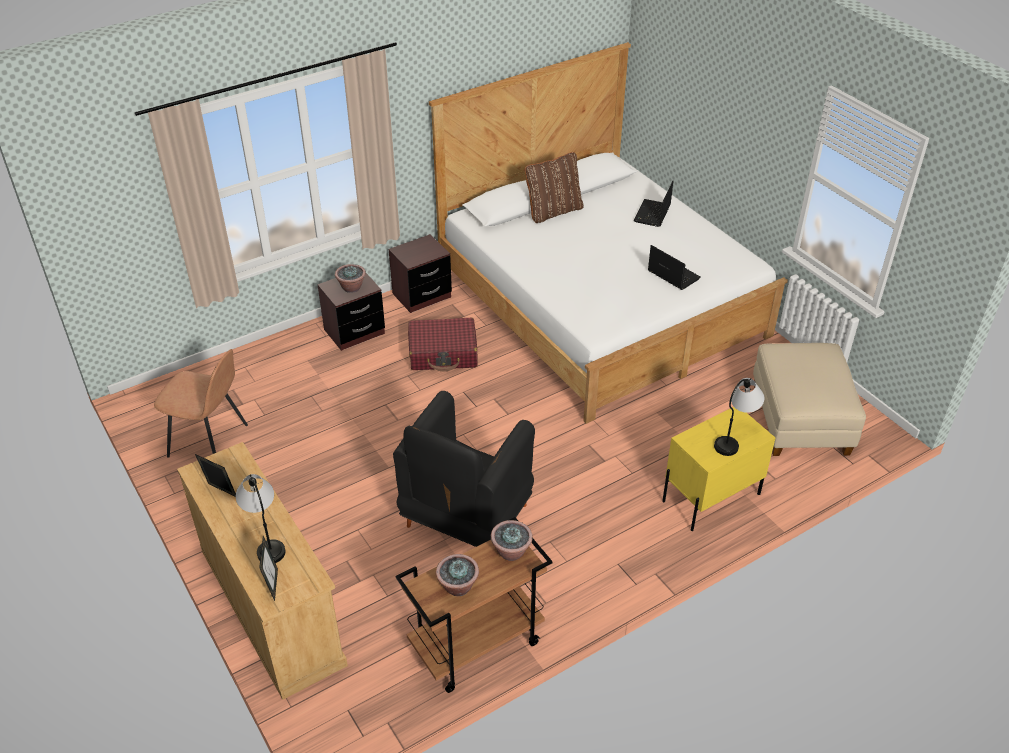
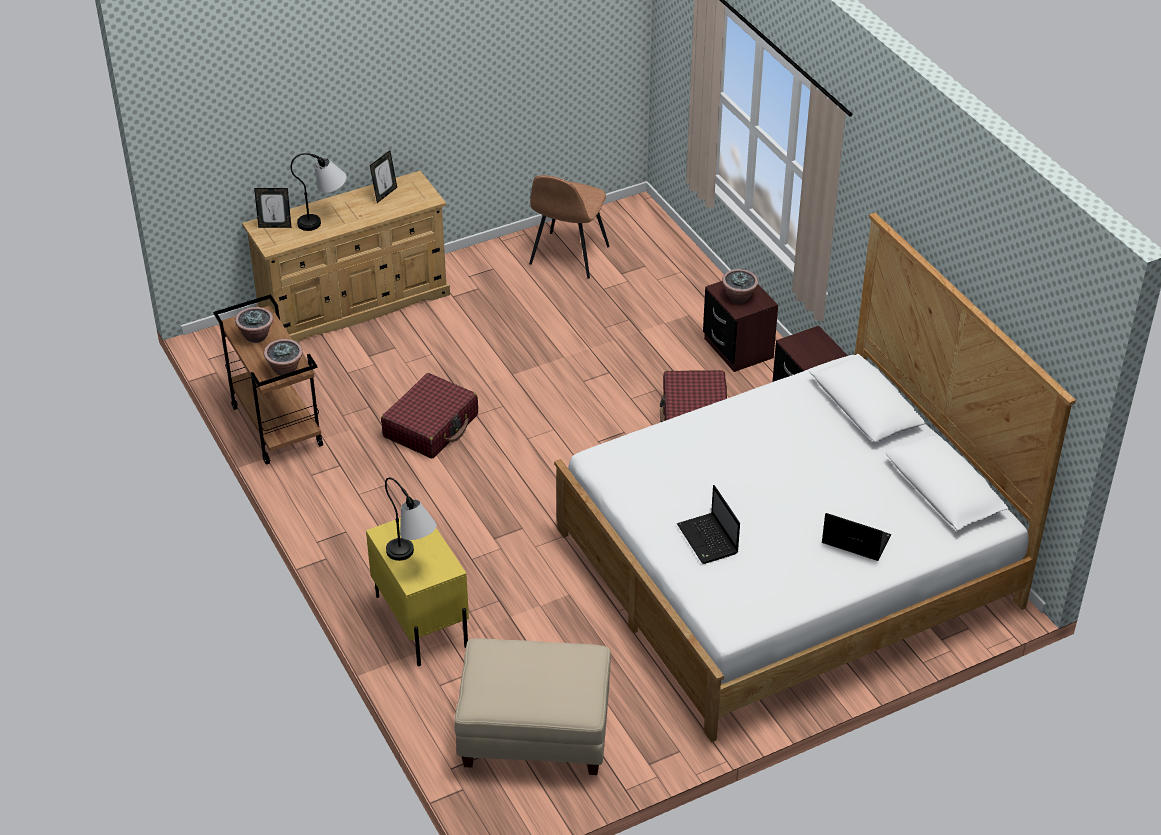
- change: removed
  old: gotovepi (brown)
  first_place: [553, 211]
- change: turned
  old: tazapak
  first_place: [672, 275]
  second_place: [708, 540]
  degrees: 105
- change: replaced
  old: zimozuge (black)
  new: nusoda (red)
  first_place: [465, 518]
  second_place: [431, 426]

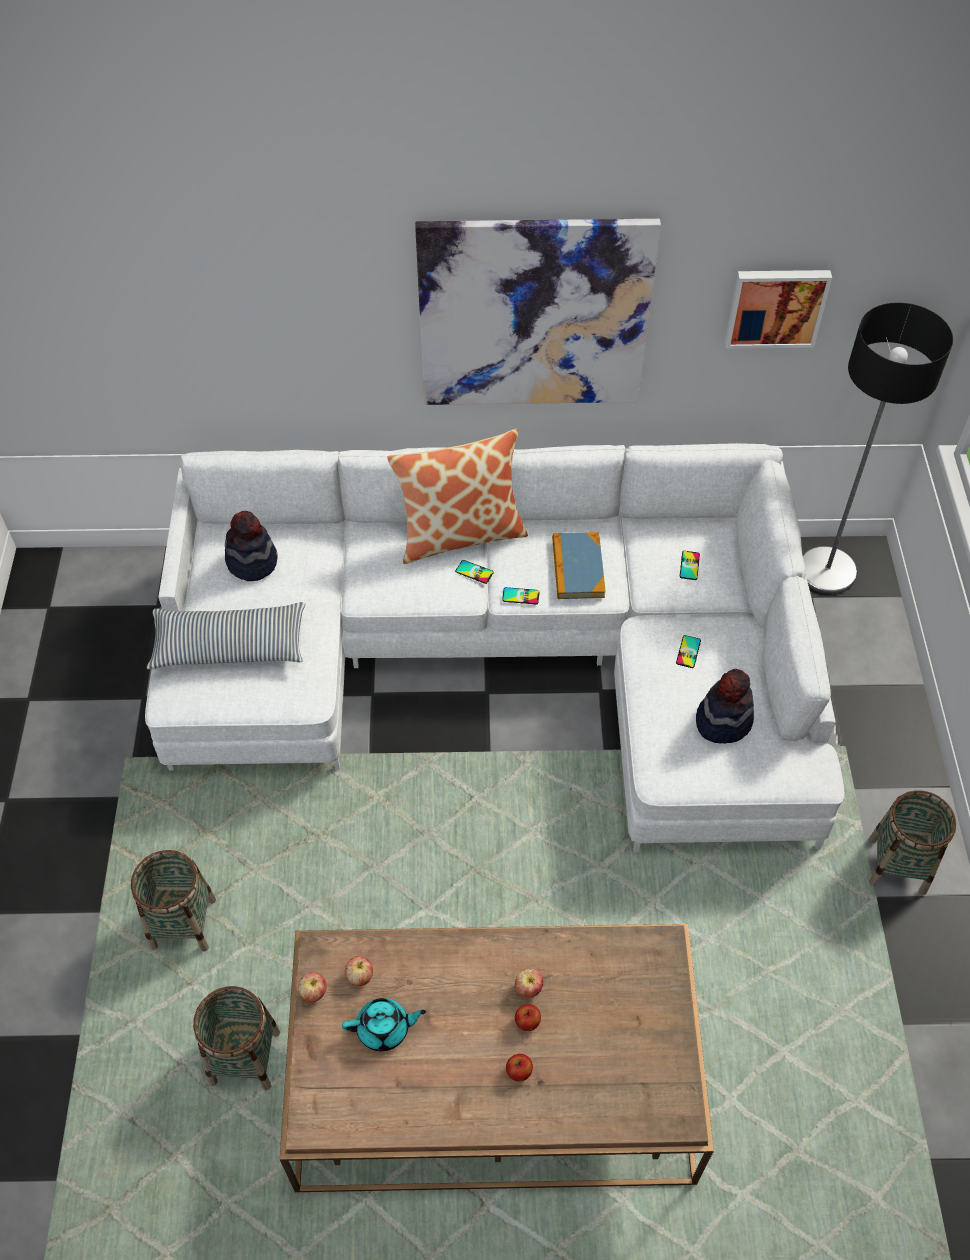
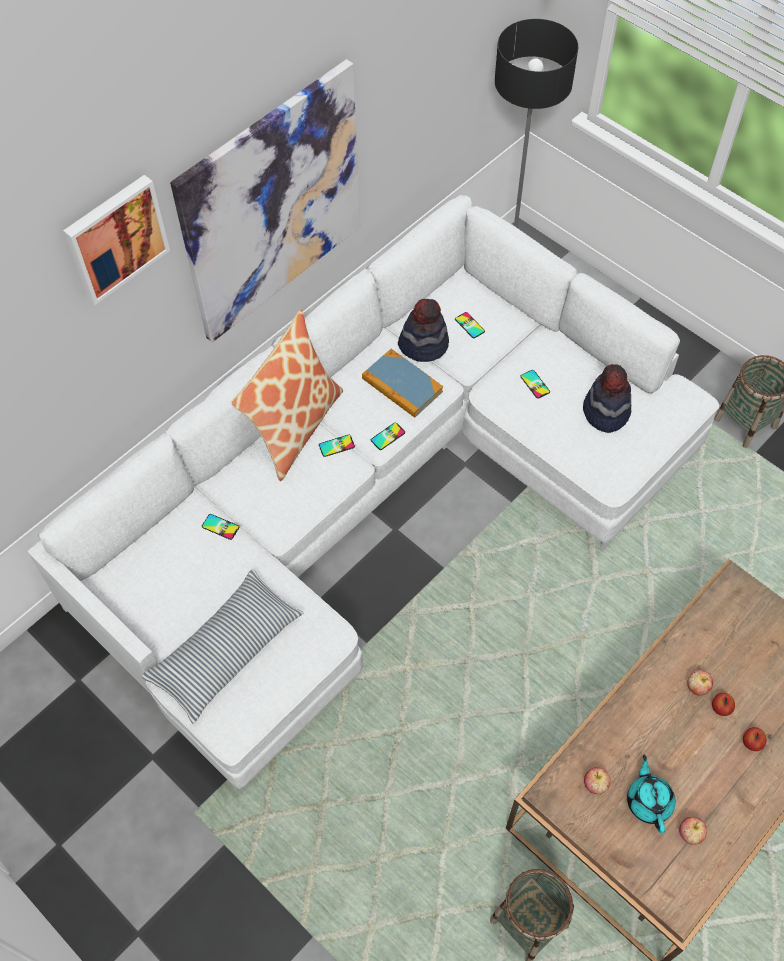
- change: moved
  old: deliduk
  first_place: [776, 306]
  second_place: [115, 237]
- change: moved
  old: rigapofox
  first_place: [252, 561]
  second_place: [423, 344]
- change: removed
  old: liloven
  first_place: [183, 923]
- change: moved
  old: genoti
  first_place: [313, 992]
  second_place: [690, 834]
- change: turned
  old: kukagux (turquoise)
  first_place: [384, 1029]
  second_place: [649, 801]
  degrees: -45
- change: added
  new: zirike
  second_place: [220, 527]

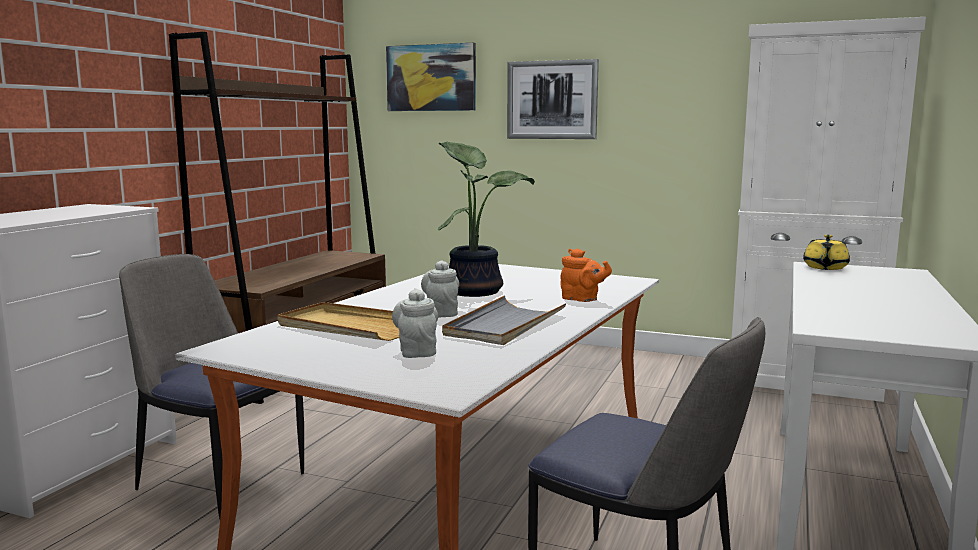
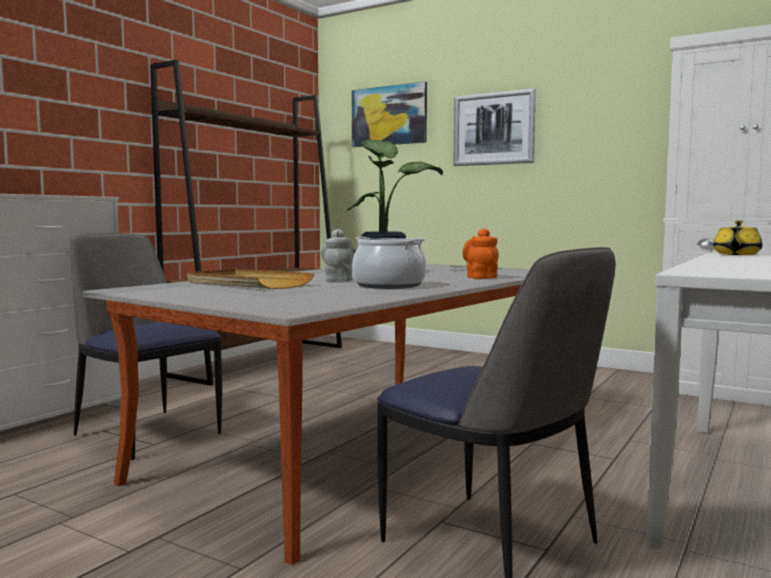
- change: turned
  old: kukagux (orange)
  first_place: [582, 299]
  second_place: [480, 277]
  degrees: -150
- change: removed
  old: kukagux (grey)
  first_place: [417, 351]
- change: replaced
  old: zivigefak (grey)
  new: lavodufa
  first_place: [504, 325]
  second_place: [389, 286]

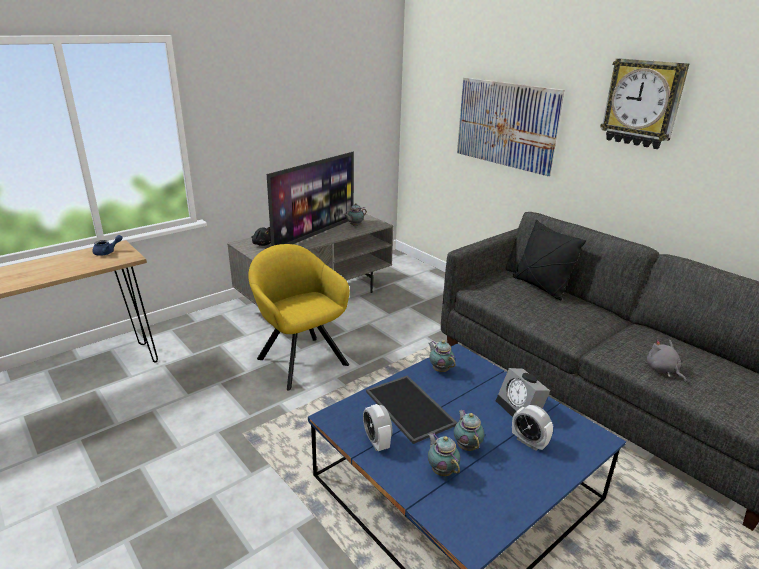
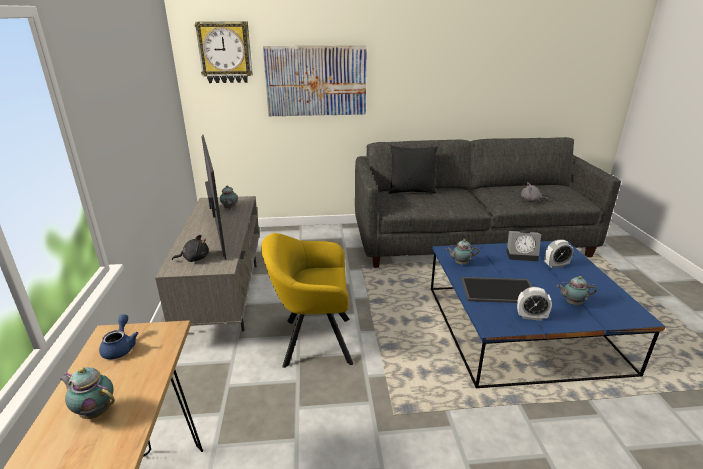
- change: moved
  old: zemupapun
  first_place: [642, 103]
  second_place: [225, 52]
- change: moved
  old: kukagux
  first_place: [466, 446]
  second_place: [95, 411]

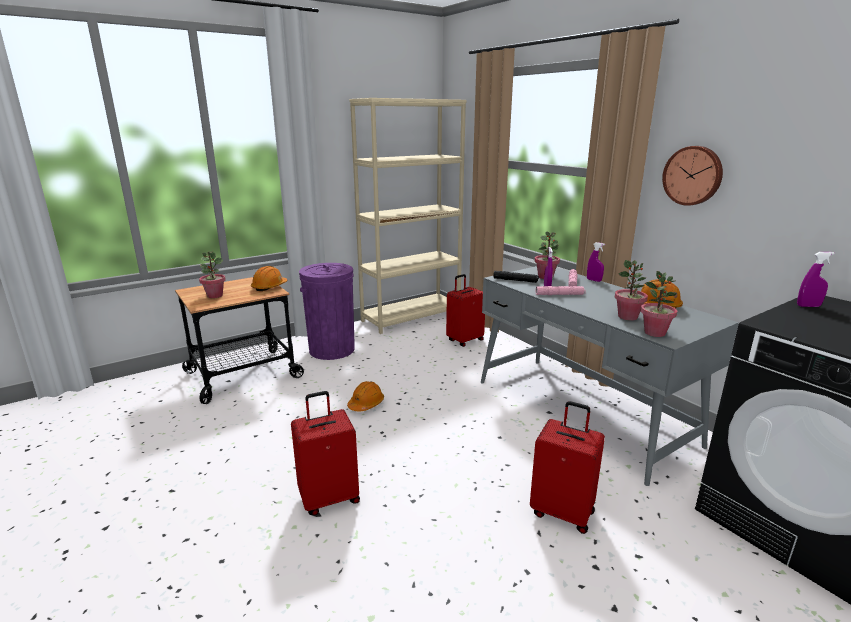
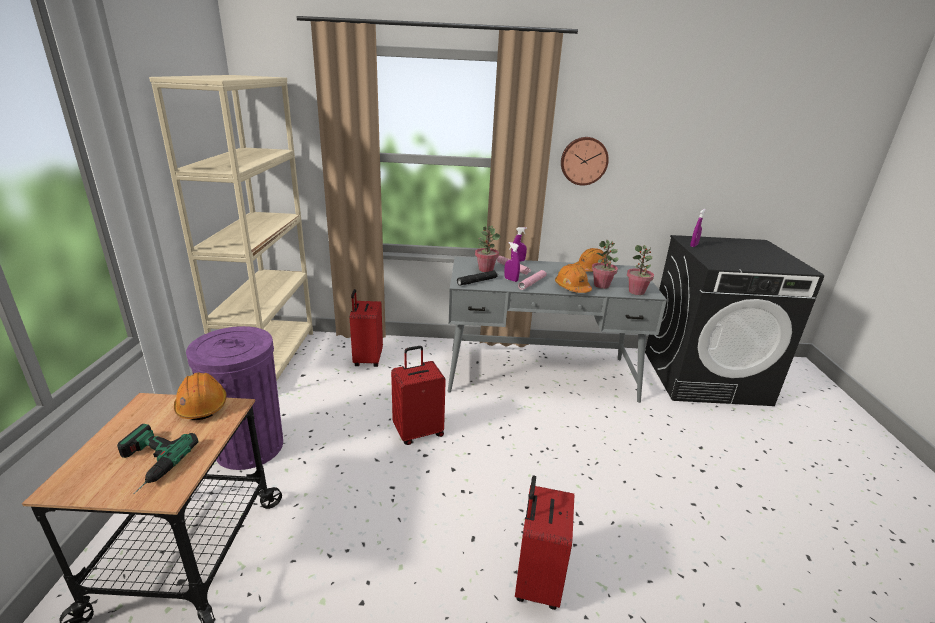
- change: replaced
  old: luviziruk
  new: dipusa
  first_place: [215, 295]
  second_place: [145, 465]
- change: moved
  old: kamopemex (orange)
  first_place: [366, 404]
  second_place: [572, 288]
- change: moved
  old: nusoda (red)
  first_place: [562, 512]
  second_place: [418, 432]

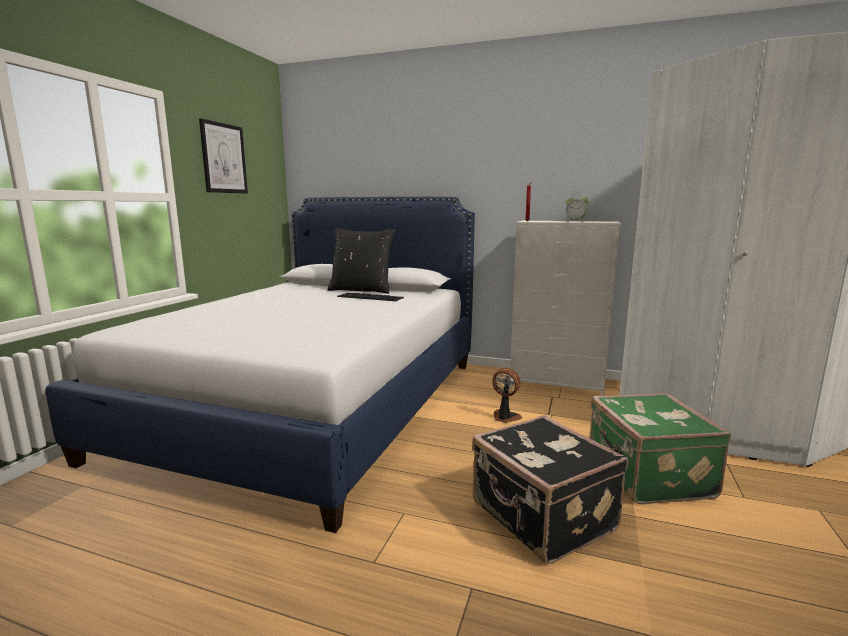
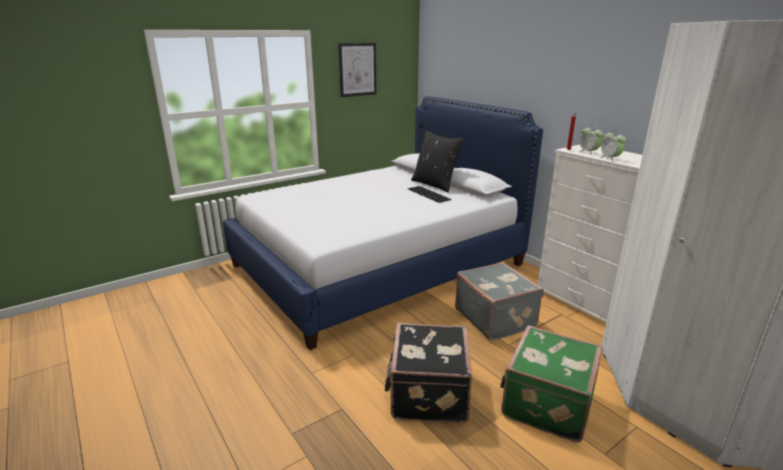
- change: replaced
  old: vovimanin
  new: nusoda (grey)
  first_place: [505, 417]
  second_place: [495, 318]
- change: added
  new: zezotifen
  second_place: [588, 152]

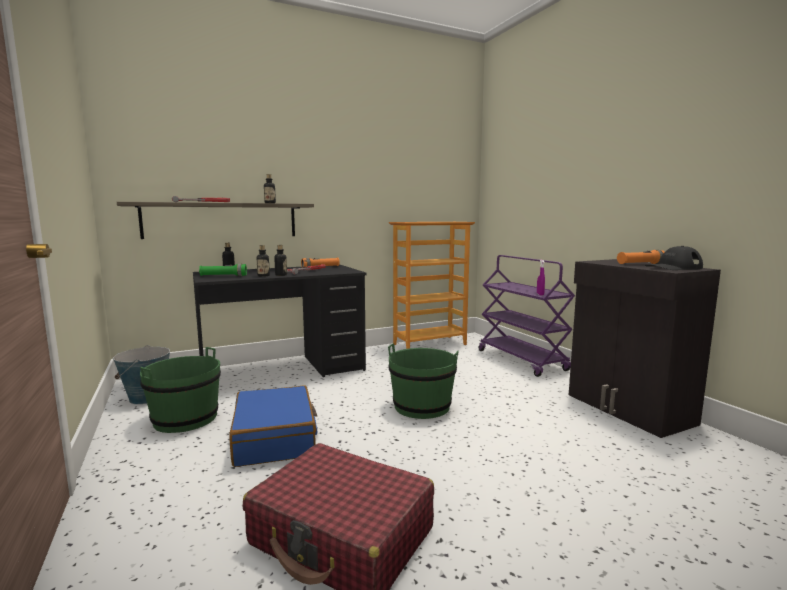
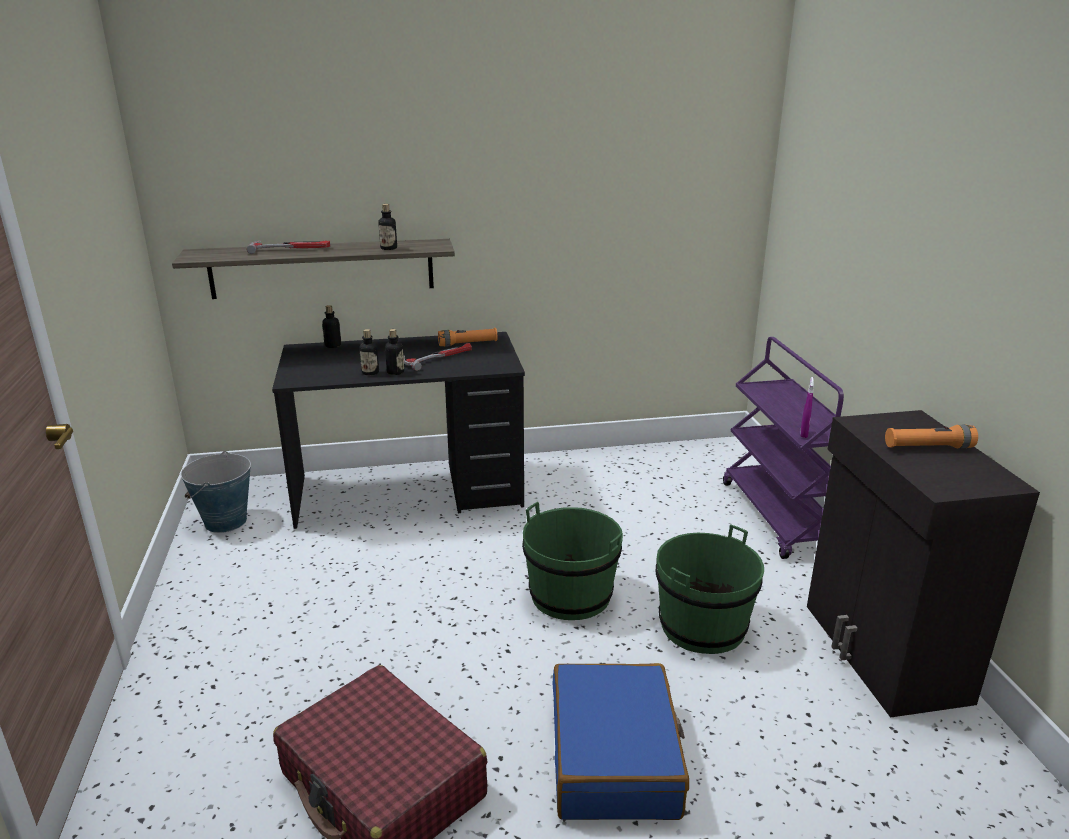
- change: removed
  old: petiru
  first_place: [429, 344]
- change: removed
  old: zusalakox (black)
  first_place: [673, 268]
- change: removed
  old: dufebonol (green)
  first_place: [223, 276]
- change: moved
  old: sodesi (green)
  first_place: [185, 419]
  second_place: [702, 626]
- change: moved
  old: nusoda (blue)
  first_place: [275, 438]
  second_place: [615, 758]

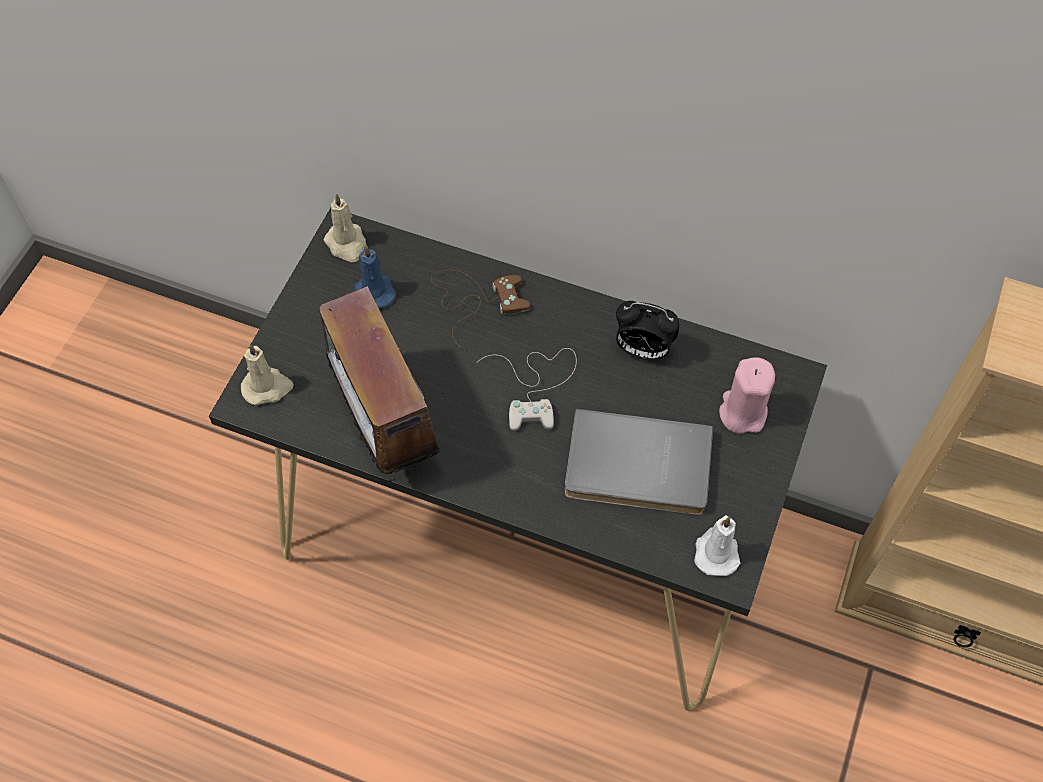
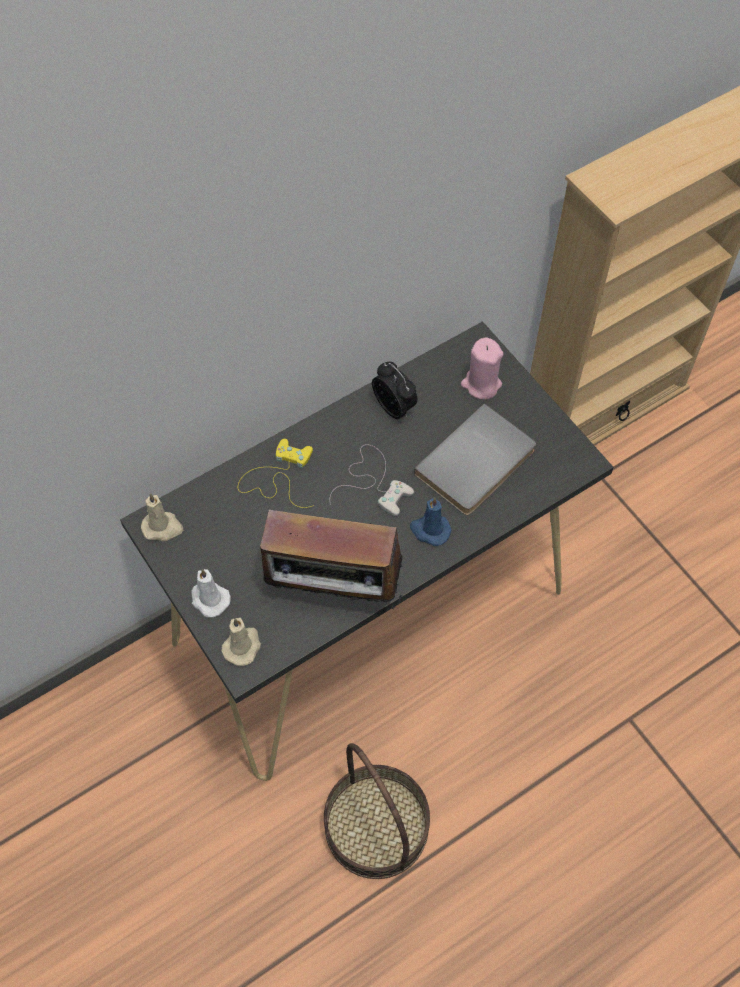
- change: moved
  old: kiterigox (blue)
  first_place: [374, 291]
  second_place: [429, 530]
- change: recoloured
  old: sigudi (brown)
  new: sigudi (yellow)
  first_place: [475, 300]
  second_place: [278, 477]
- change: turned
  old: zezotifen
  first_place: [642, 350]
  second_place: [395, 407]
  degrees: -90
- change: moved
  old: kiterigox (white)
  first_place: [716, 551]
  second_place: [209, 599]
- change: added
  new: liloven
  second_place: [376, 826]

